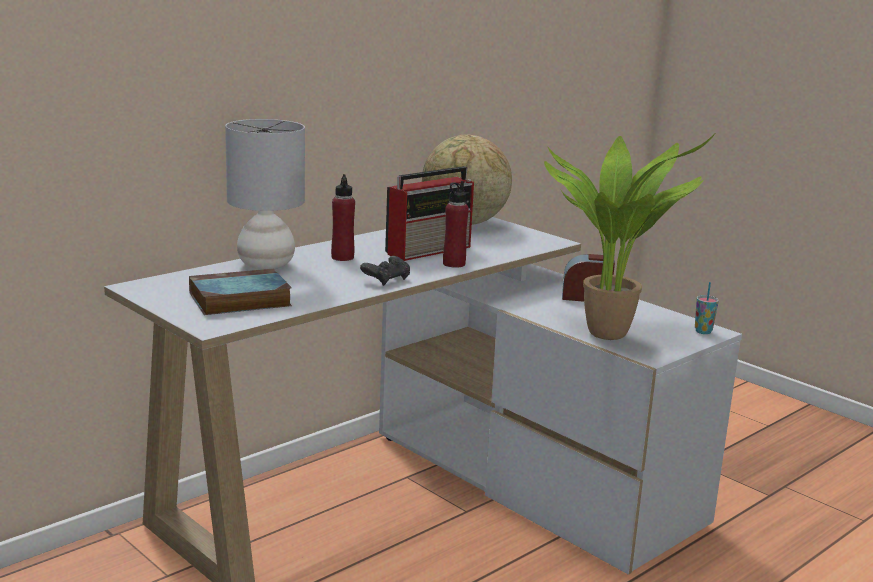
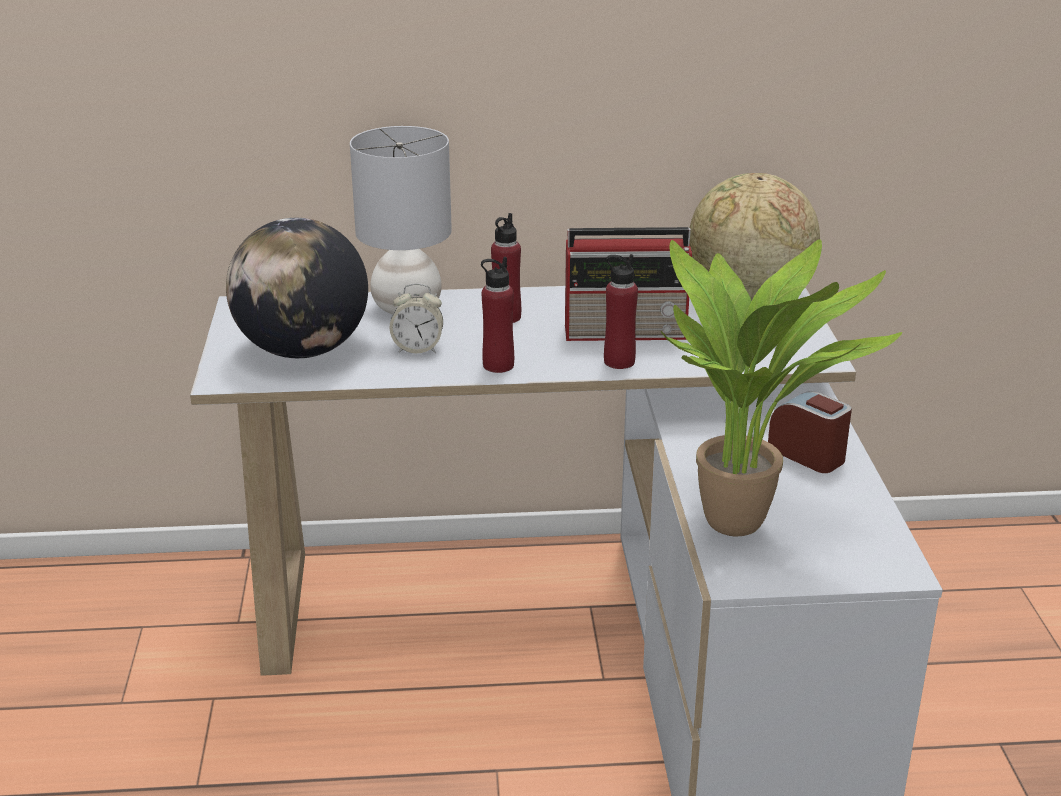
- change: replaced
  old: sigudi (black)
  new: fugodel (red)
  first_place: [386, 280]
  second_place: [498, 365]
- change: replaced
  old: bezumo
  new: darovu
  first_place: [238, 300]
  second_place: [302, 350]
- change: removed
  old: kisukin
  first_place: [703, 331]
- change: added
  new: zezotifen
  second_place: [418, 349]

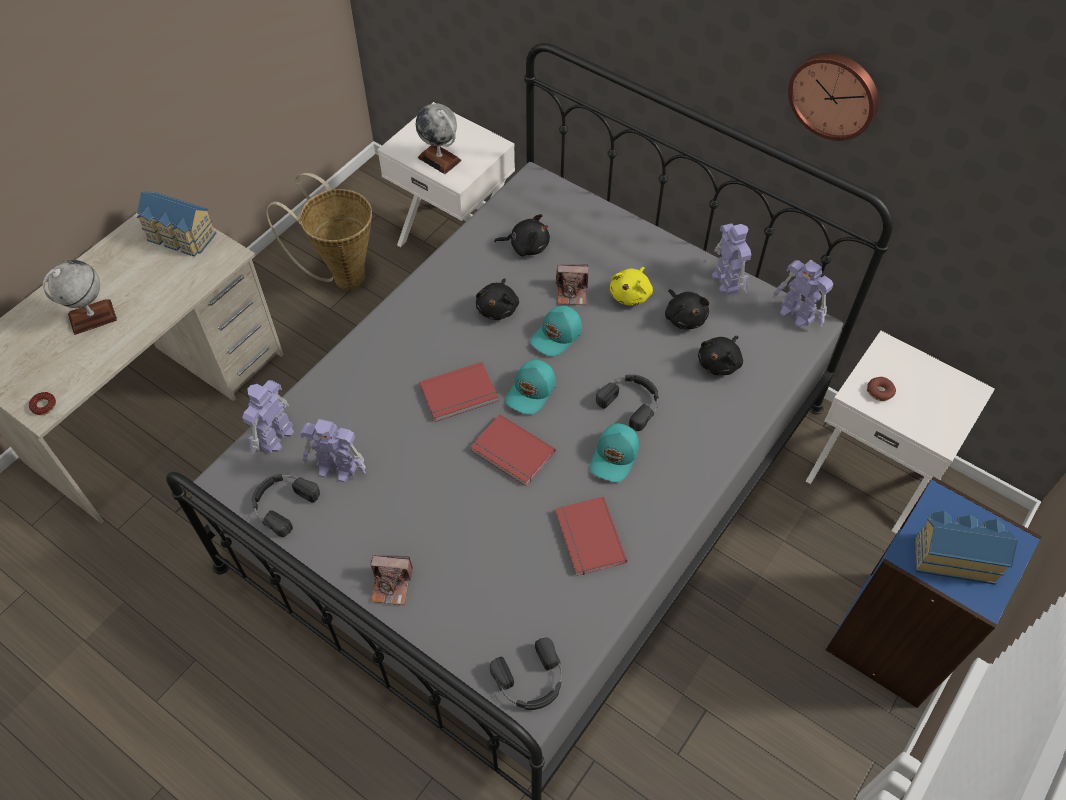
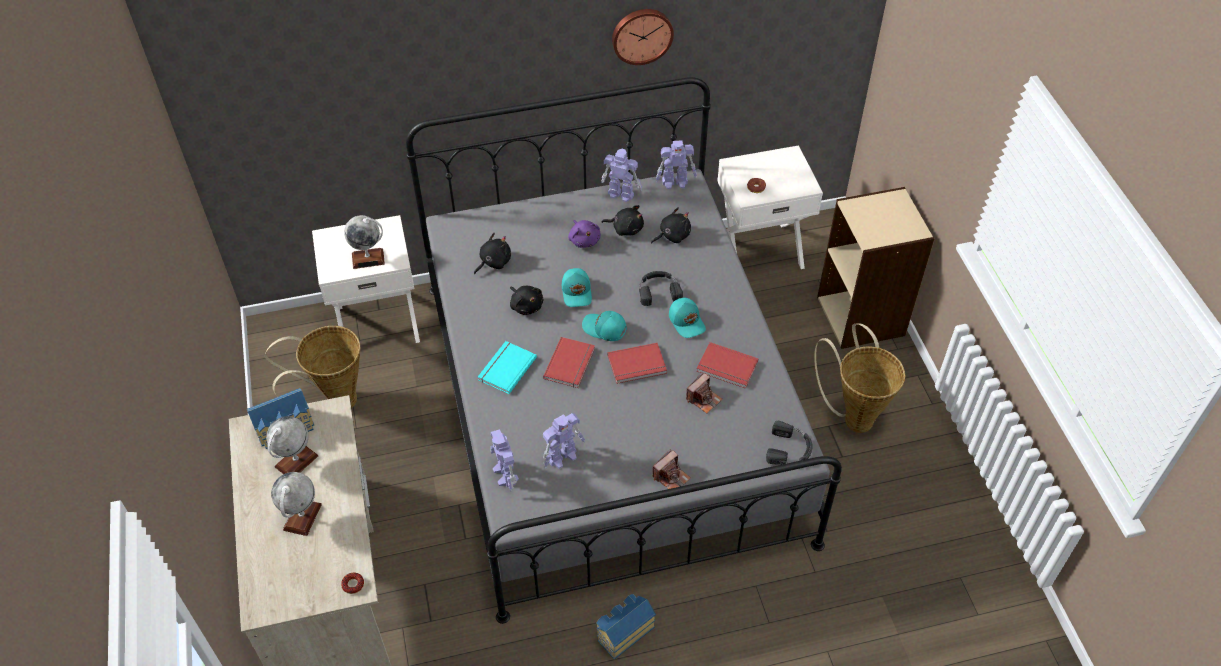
- change: moved
  old: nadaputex
  first_place: [572, 292]
  second_place: [703, 399]
- change: recoloured
  old: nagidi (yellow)
  new: nagidi (purple)
  first_place: [631, 294]
  second_place: [584, 240]
- change: turned
  old: nagidi (black)
  first_place: [720, 363]
  second_place: [672, 235]
  degrees: -105
- change: turned
  old: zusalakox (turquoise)
  first_place: [532, 391]
  second_place: [604, 329]
  degrees: 135
- change: removed
  old: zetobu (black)
  first_place: [282, 503]
- change: recoloured
  old: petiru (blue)
  new: petiru (beige)
  first_place: [894, 639]
  second_place: [861, 316]
- change: moved
  old: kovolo
  first_place: [953, 556]
  second_place: [623, 631]
- change: added
  new: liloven
  second_place: [854, 416]
- change: added
  new: bezumo (turquoise)
  second_place: [505, 368]
- change: added
  new: darovu
  second_place: [296, 461]

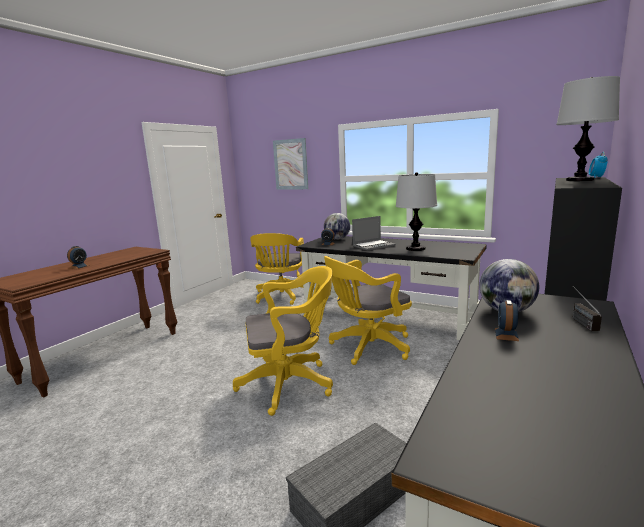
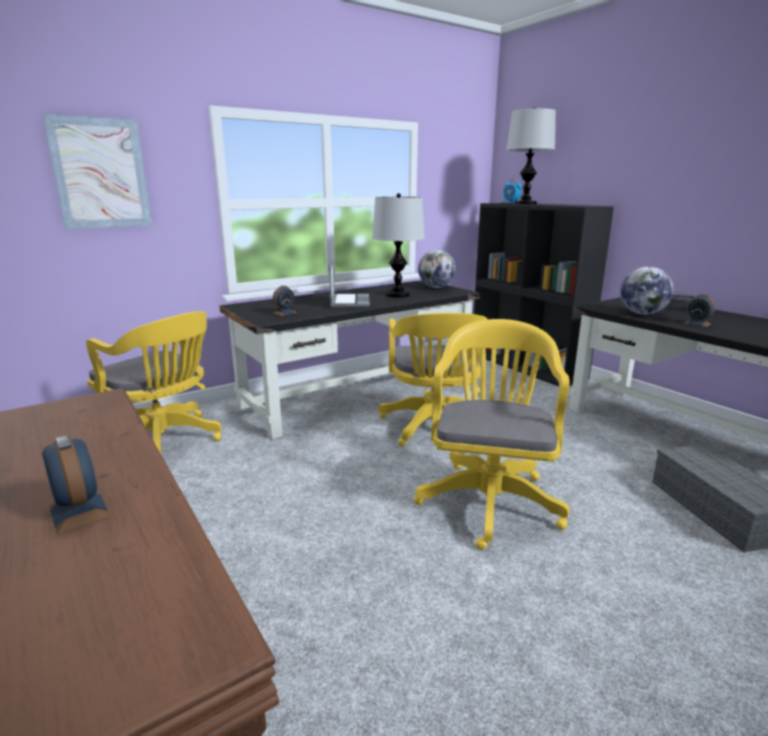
- change: moved
  old: darovu
  first_place: [337, 239]
  second_place: [436, 287]

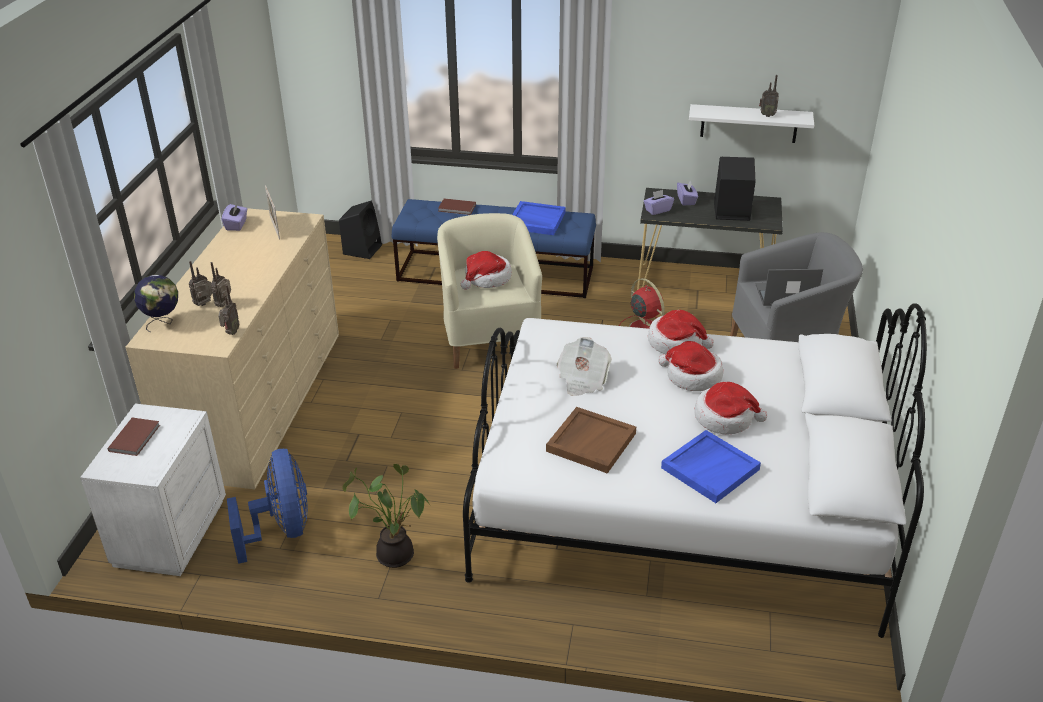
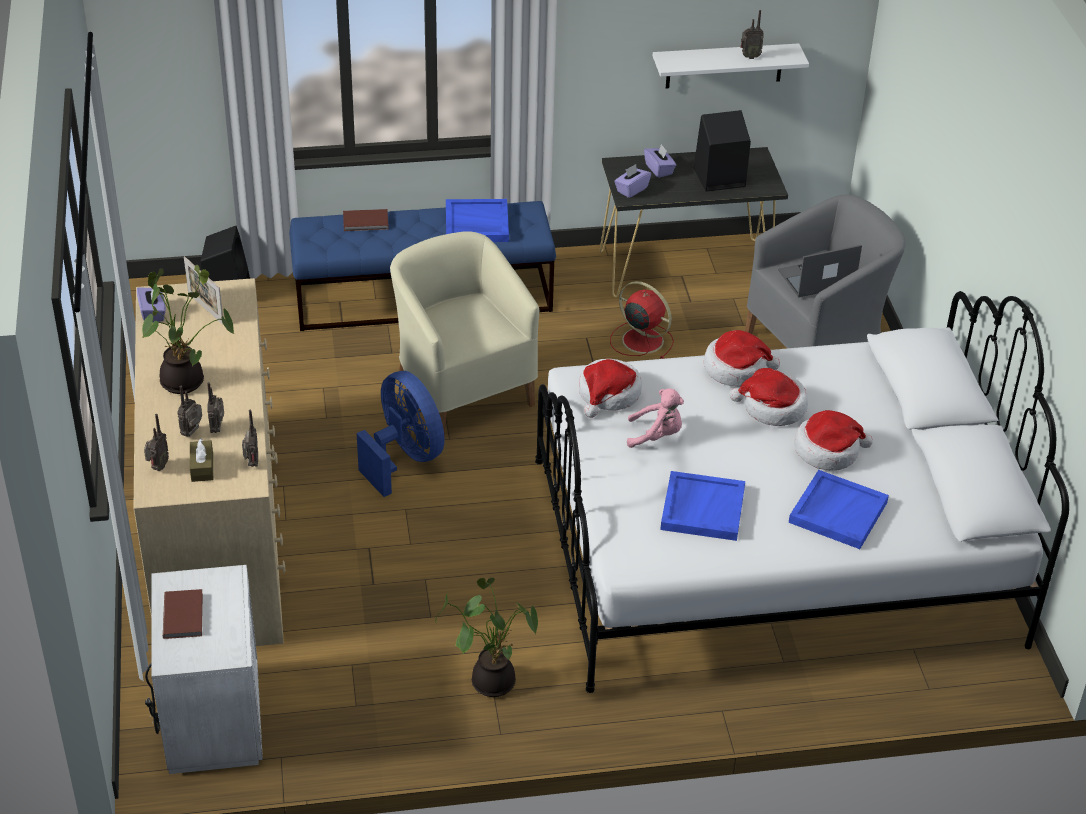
- change: moved
  old: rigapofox
  first_place: [487, 279]
  second_place: [608, 394]
- change: replaced
  old: darovu
  new: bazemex
  first_place: [163, 323]
  second_place: [157, 467]
- change: replaced
  old: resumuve
  new: nagidi (pink)
  first_place: [582, 379]
  second_place: [656, 435]
- change: recoloured
  old: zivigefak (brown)
  new: zivigefak (blue)
  first_place: [591, 442]
  second_place: [702, 508]
- change: moved
  old: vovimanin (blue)
  first_place: [281, 530]
  second_place: [404, 458]
- change: added
  new: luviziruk
  second_place: [186, 382]
- change: added
  new: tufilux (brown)
  second_place: [202, 467]

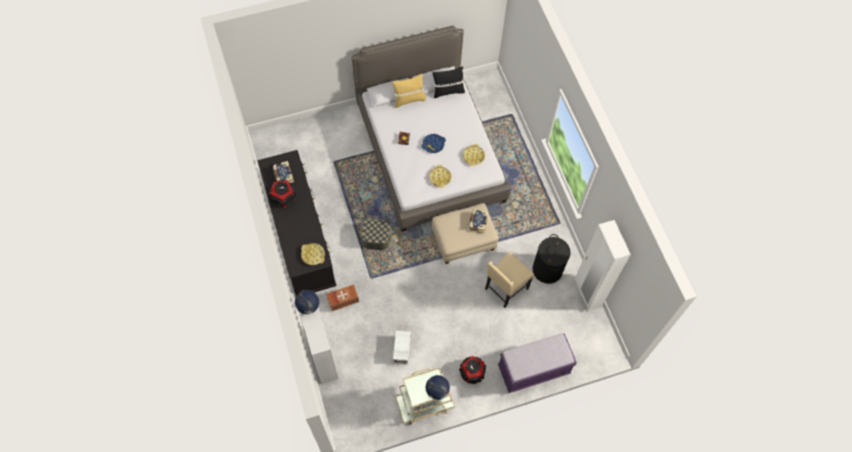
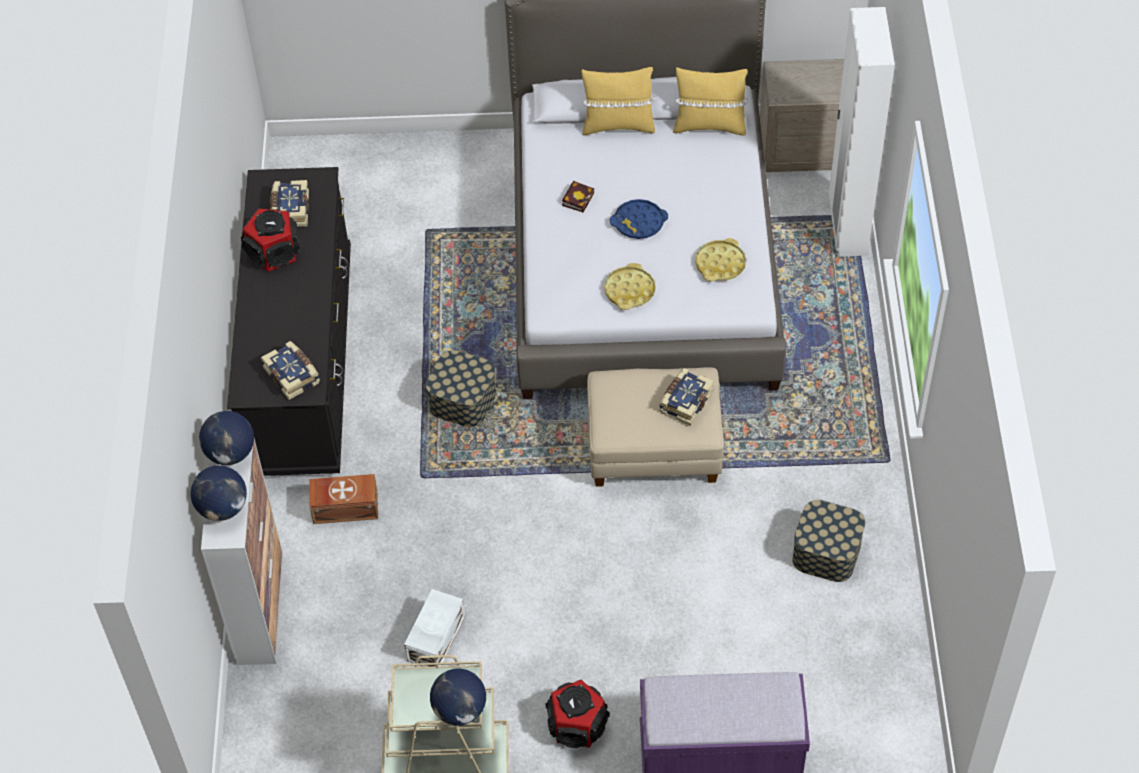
- change: recoloured
  old: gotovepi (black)
  new: gotovepi (yellow)
  first_place: [448, 91]
  second_place: [709, 125]
- change: moved
  old: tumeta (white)
  first_place: [587, 293]
  second_place: [847, 228]
- change: replaced
  old: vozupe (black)
  new: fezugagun
  first_place: [547, 270]
  second_place: [826, 552]
- change: replaced
  old: zivigefak (yellow)
  new: bezumo
  first_place: [313, 255]
  second_place: [293, 375]
- change: removed
  old: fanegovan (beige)
  first_place: [505, 289]
- change: added
  new: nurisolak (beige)
  second_place: [804, 149]
- change: added
  new: darovu
  second_place: [223, 508]

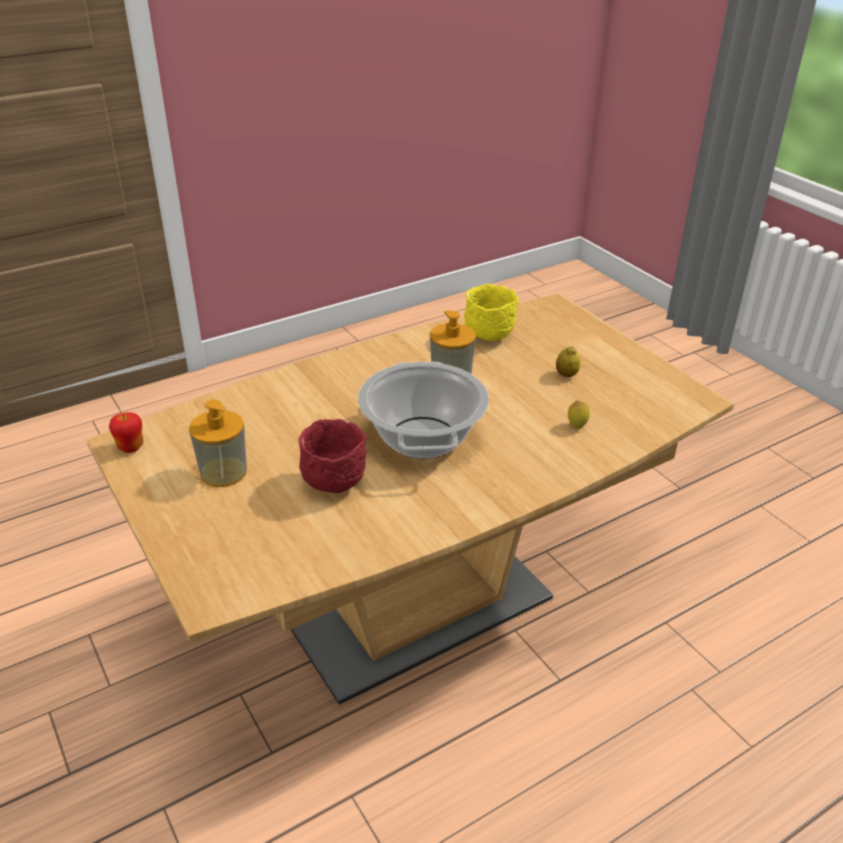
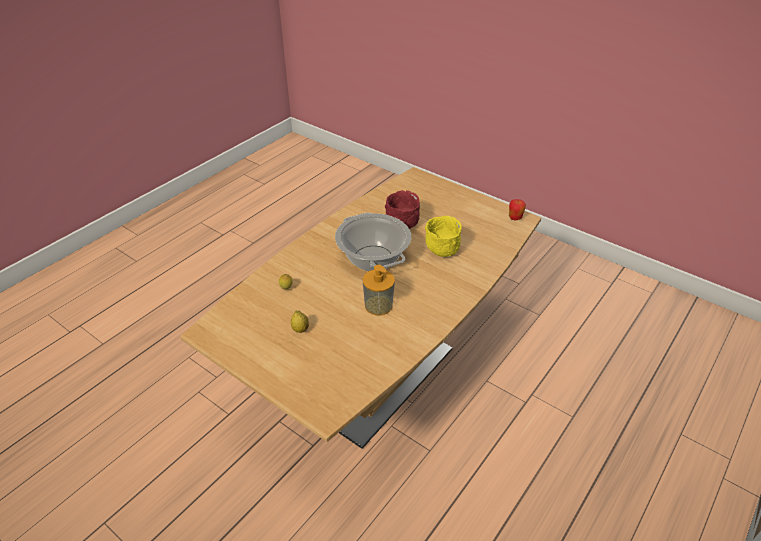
- change: moved
  old: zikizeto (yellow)
  first_place: [488, 337]
  second_place: [442, 251]
- change: removed
  old: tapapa
  first_place: [223, 472]

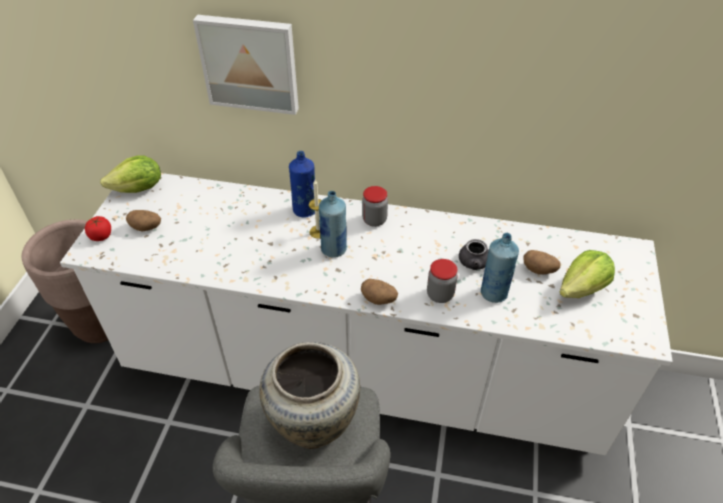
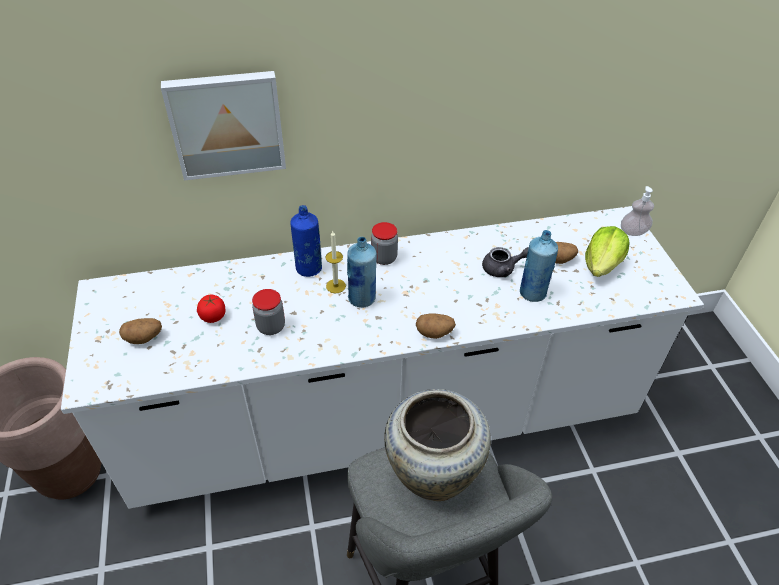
- change: removed
  old: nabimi
  first_place: [139, 189]
- change: moved
  old: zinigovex
  first_place: [101, 236]
  second_place: [213, 316]
- change: moved
  old: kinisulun
  first_place: [440, 294]
  second_place: [271, 326]
- change: added
  new: tapapa
  second_place: [633, 232]

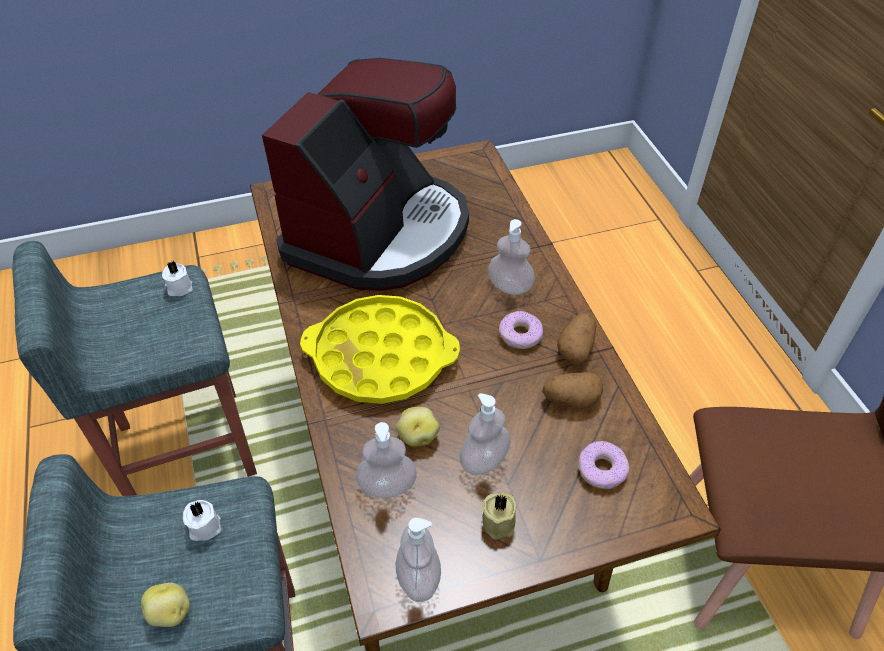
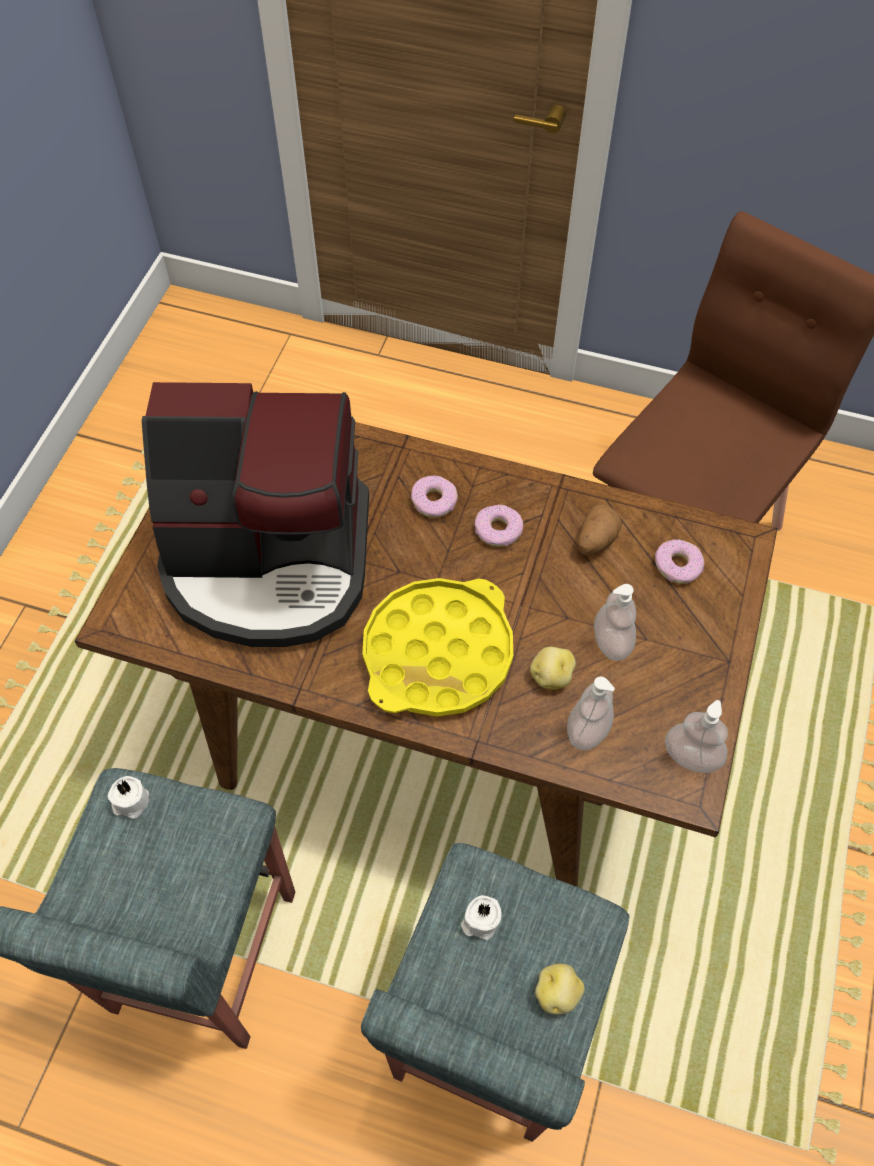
- change: turned
  old: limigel
  first_place: [379, 233]
  second_place: [269, 562]
  degrees: 120
- change: replaced
  old: tapapa
  new: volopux
  first_place: [510, 286]
  second_place: [434, 501]
- change: removed
  old: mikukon
  first_place: [576, 348]
- change: removed
  old: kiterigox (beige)
  first_place: [500, 521]

